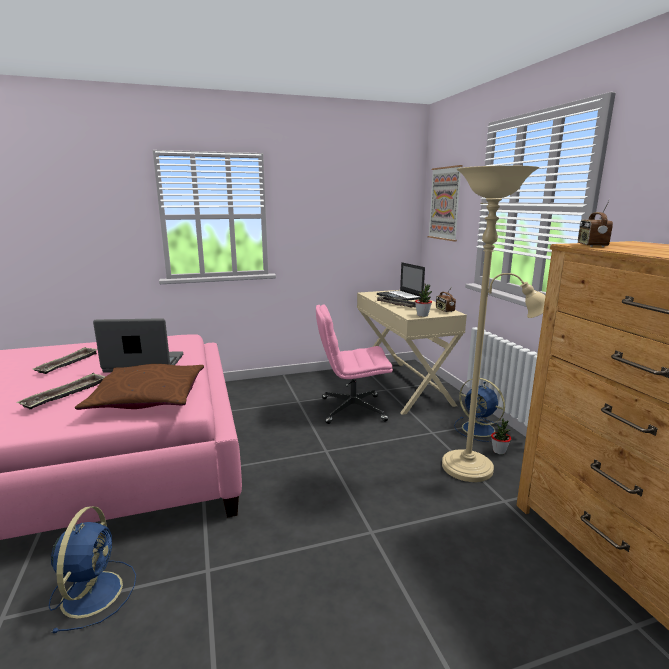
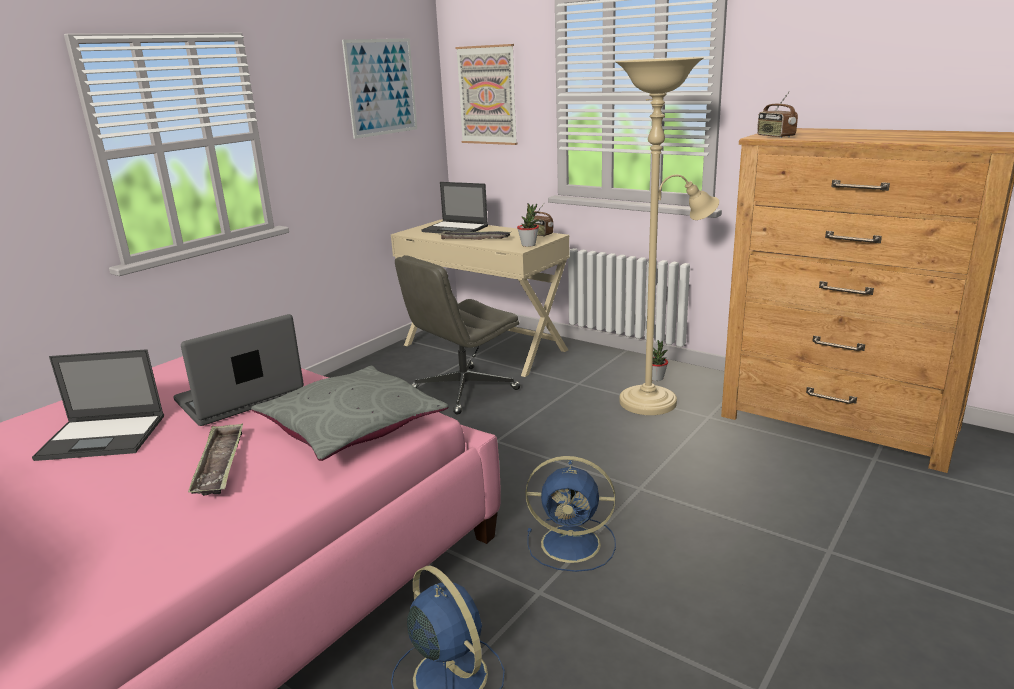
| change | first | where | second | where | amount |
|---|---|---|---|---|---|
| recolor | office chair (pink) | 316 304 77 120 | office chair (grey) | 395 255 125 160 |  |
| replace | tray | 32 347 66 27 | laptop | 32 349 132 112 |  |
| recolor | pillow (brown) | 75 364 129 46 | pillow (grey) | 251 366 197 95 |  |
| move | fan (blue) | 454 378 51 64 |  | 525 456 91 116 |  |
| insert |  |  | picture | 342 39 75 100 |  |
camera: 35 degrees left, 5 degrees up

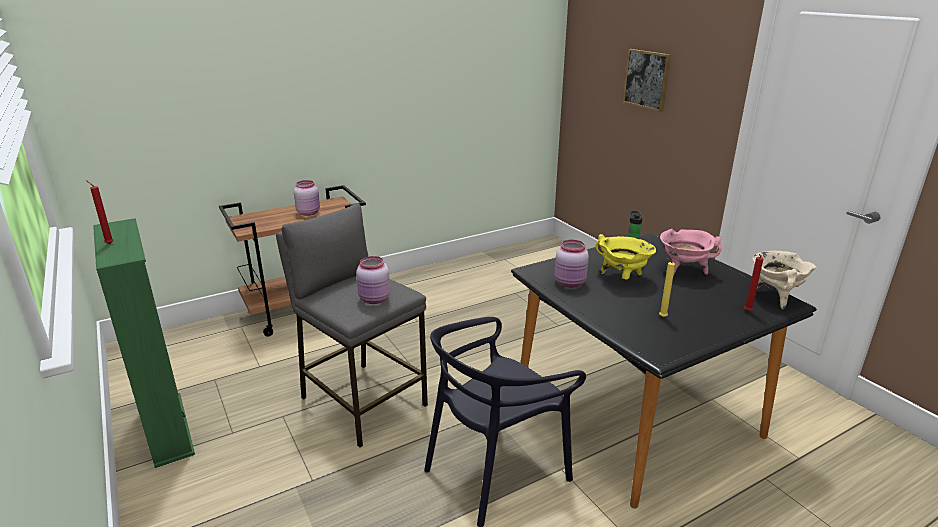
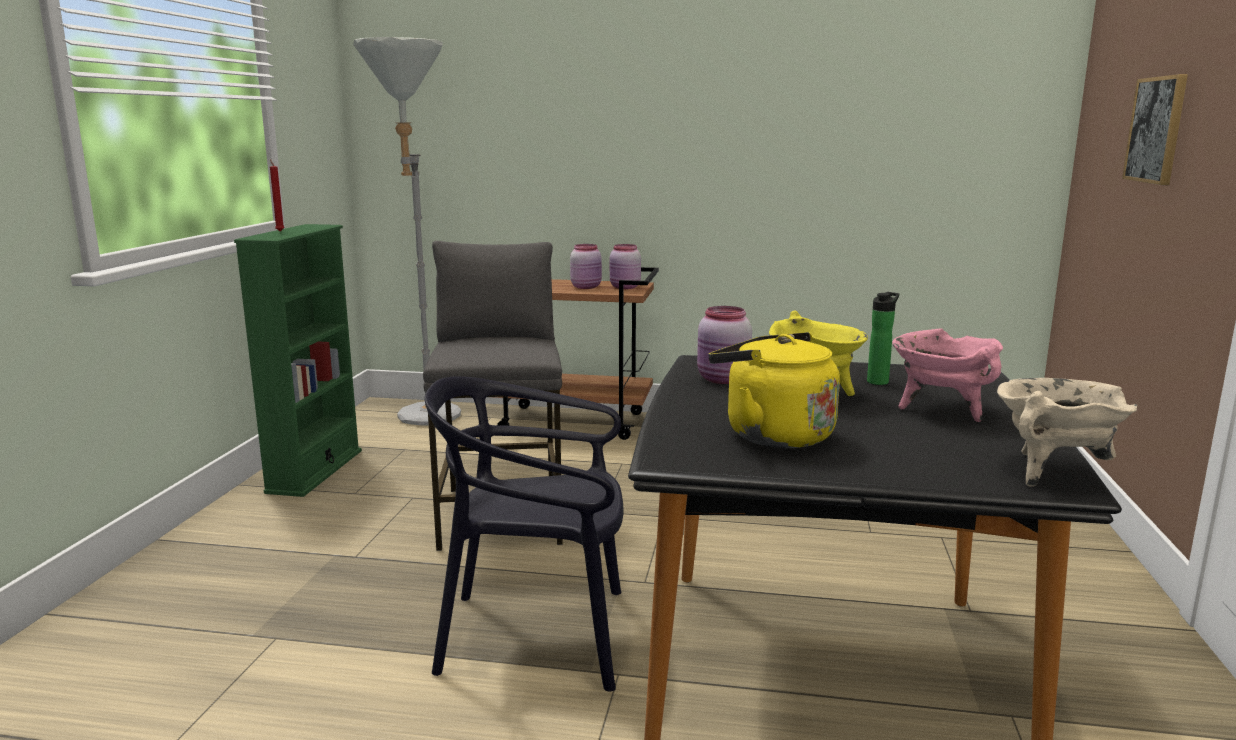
| change | first | where | second | where | amount |
|---|---|---|---|---|---|
| delete | candle (red) | 744 254 19 57 |  |  |  |
| move | jar (pink) | 356 256 34 48 |  | 610 244 31 45 |  |
| replace | candle (yellow) | 659 257 16 60 | kettle (yellow) | 709 332 131 116 |  |
| insert |  |  | floor lamp (grey) | 353 37 108 389 |  |
camera: 40 degrees right, 10 degrees down

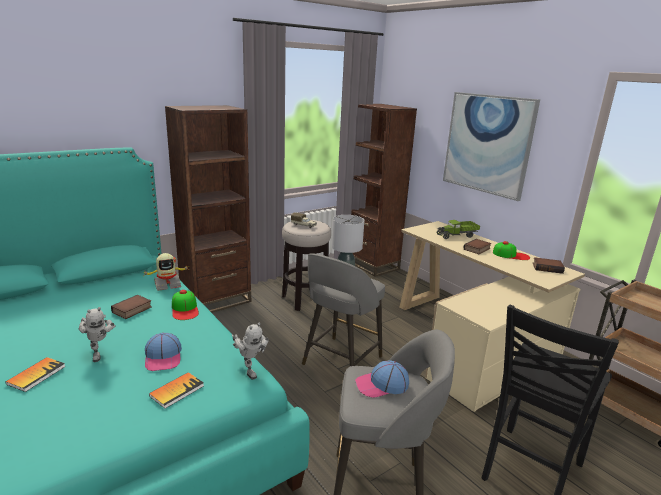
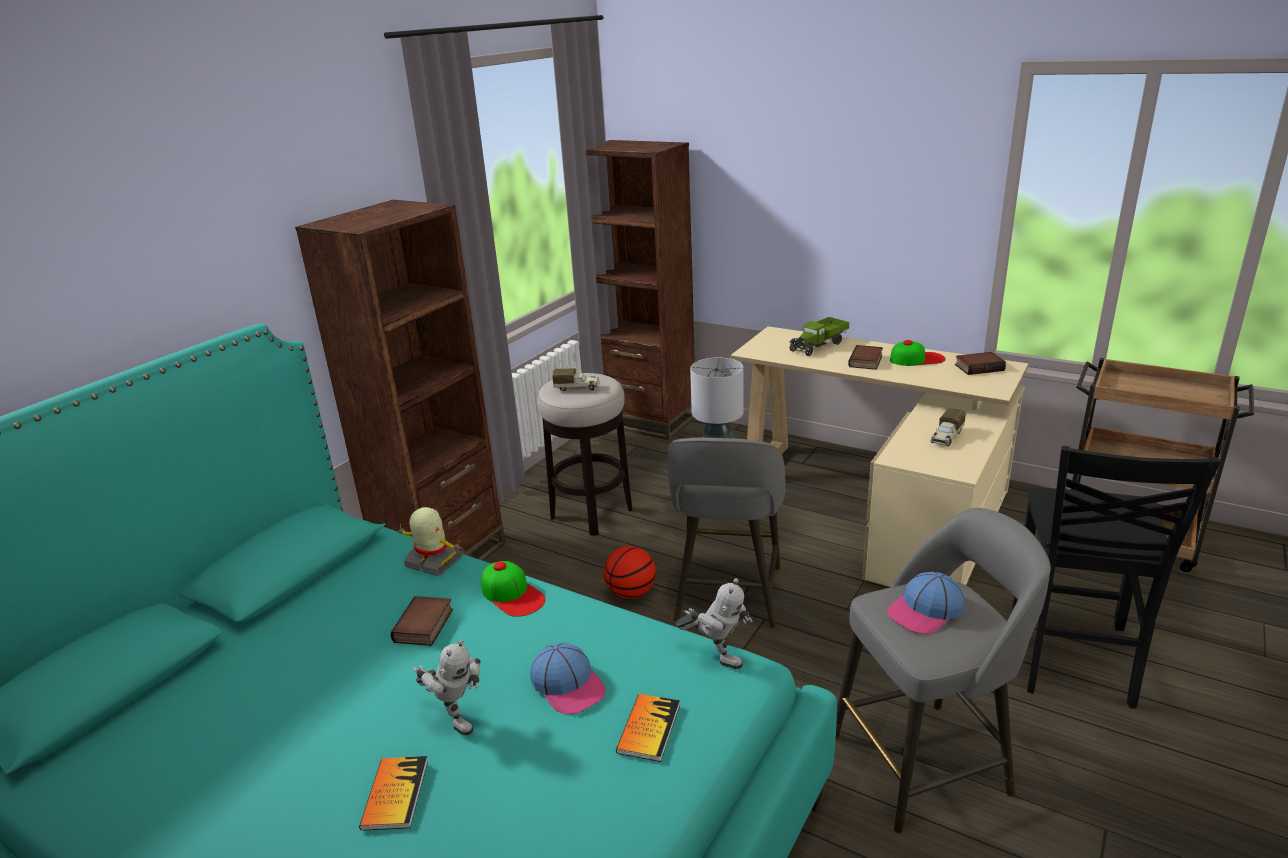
| change | first | where | second | where | amount |
|---|---|---|---|---|---|
| delete | picture | 443 92 97 109 |  |  |  |
| rotate | toy robot | 142 253 46 38 |  | 396 507 69 69 | 105 degrees counterclockwise |
| insert |  |  | toy truck | 930 408 36 38 |  |
| insert |  |  | basketball | 604 546 52 53 |  |
camera: 20 degrees left, 5 degrees up

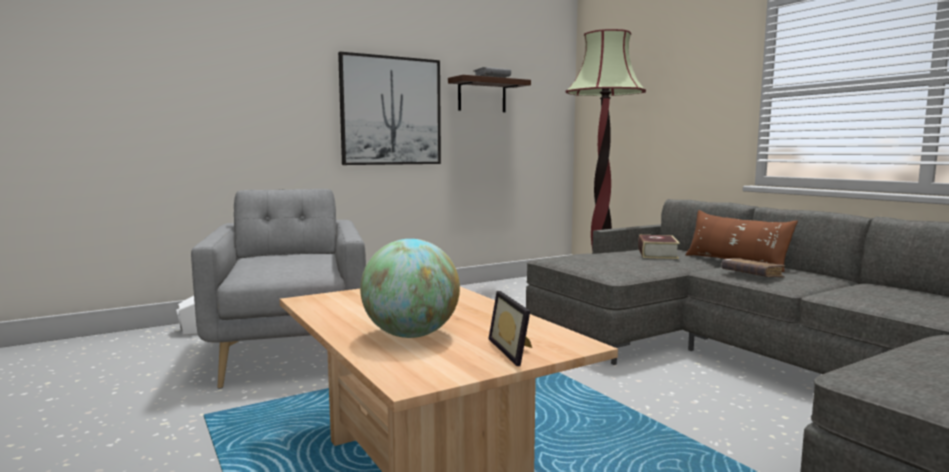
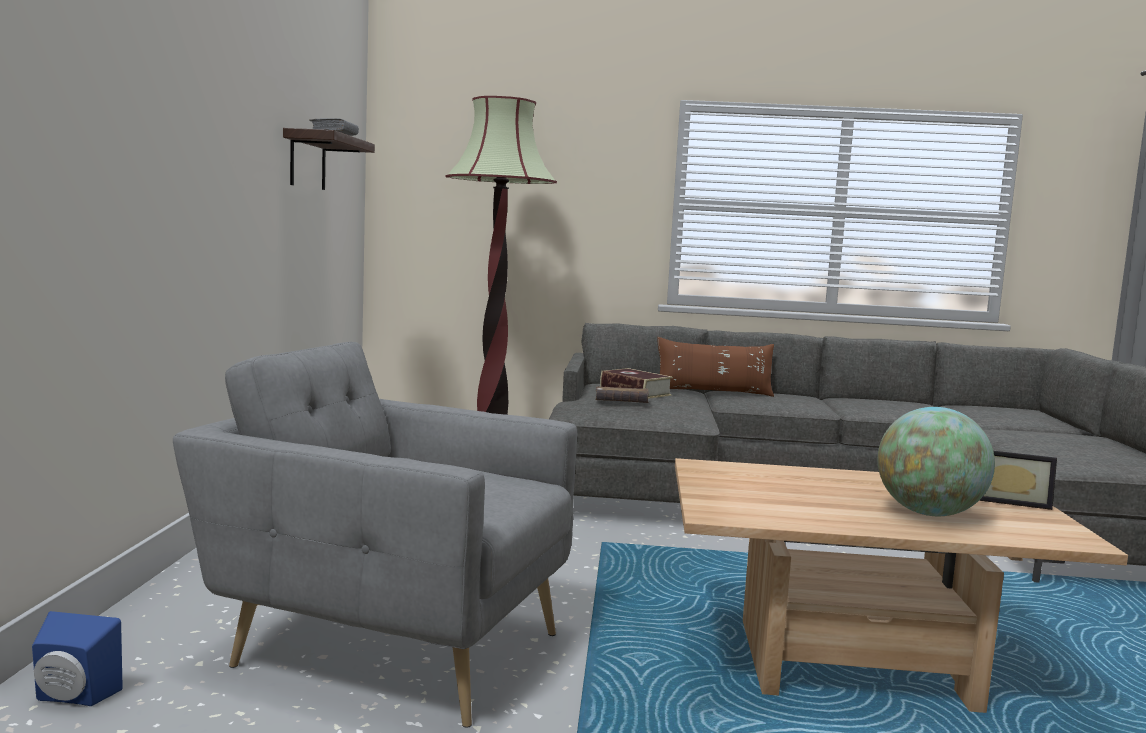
| change | first | where | second | where | amount |
|---|---|---|---|---|---|
| delete | picture | 338 52 103 113 |  |  |  |
| move | book (brown) | 721 258 65 19 |  | 596 386 53 17 |  |
| recolor | speaker (white) | 176 296 22 39 | speaker (blue) | 32 611 91 95 |  |
camera: 55 degrees left, 0 degrees up

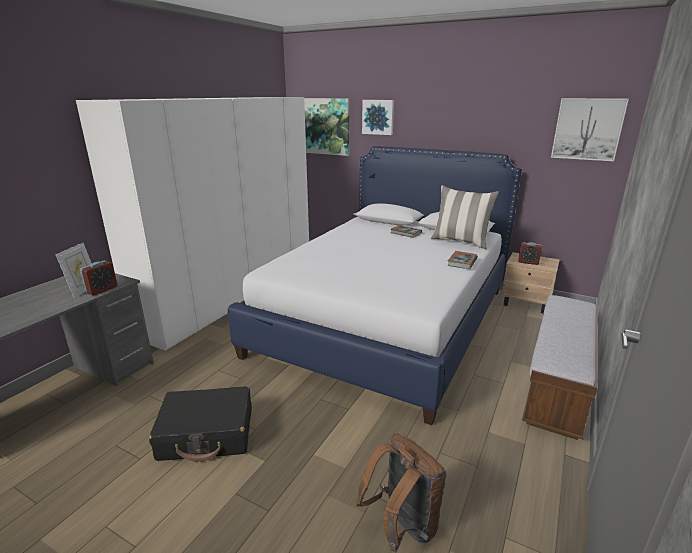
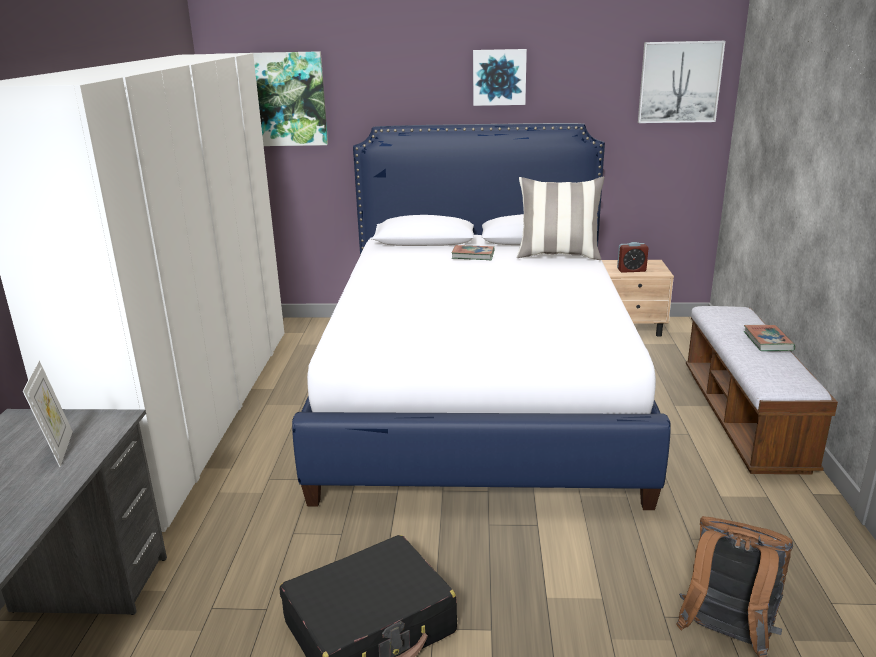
| change | first | where | second | where | amount |
|---|---|---|---|---|---|
| move | picture | 362 100 32 35 |  | 473 49 54 57 |  |
| move | book | 448 251 30 18 |  | 744 325 51 26 |  |
| delete | alarm clock | 79 261 38 34 |  |  |  |
camera: 25 degrees left, 0 degrees up

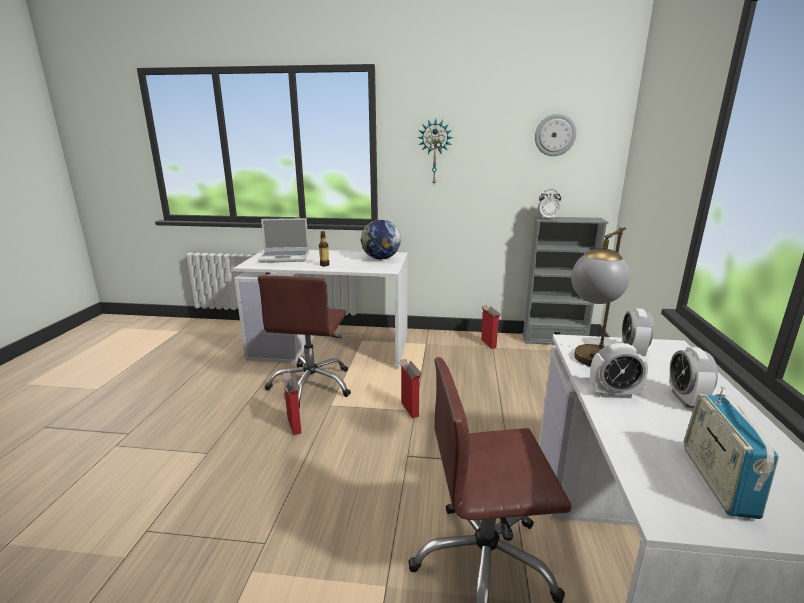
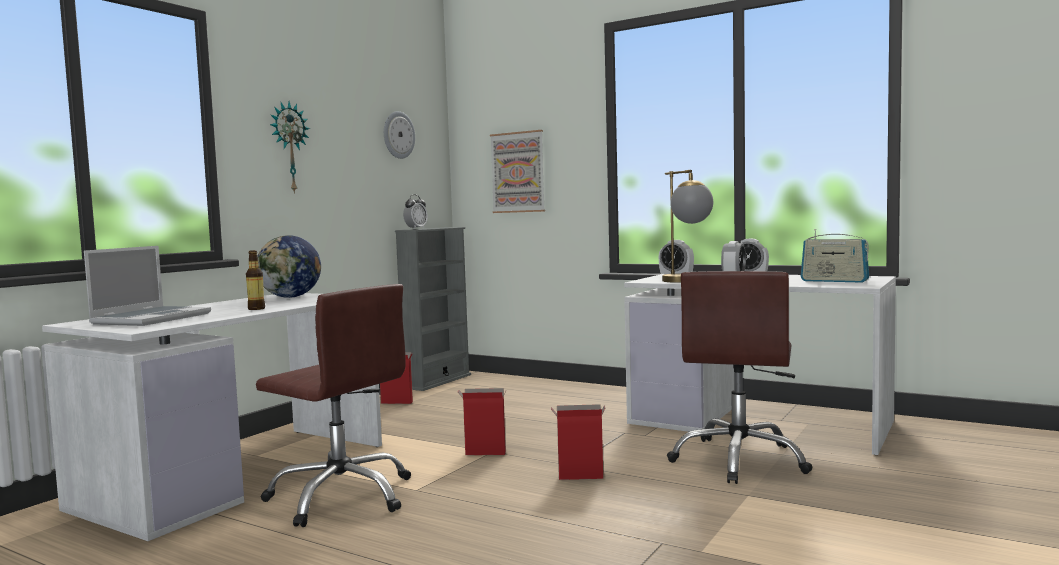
| change | first | where | second | where | amount |
|---|---|---|---|---|---|
| move | cardboard box | 280 372 21 63 |  | 551 404 54 76 |  |
| insert |  |  | picture | 490 130 55 83 |  |
camera: 65 degrees left, 15 degrees down

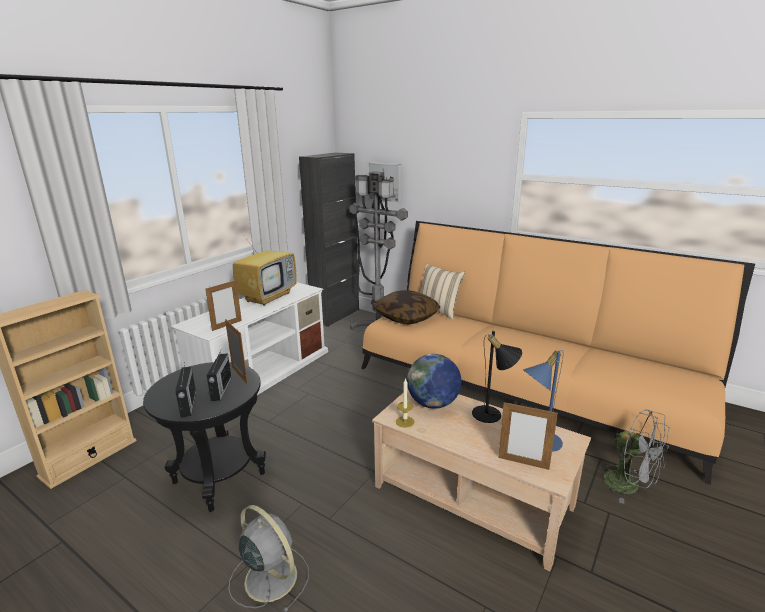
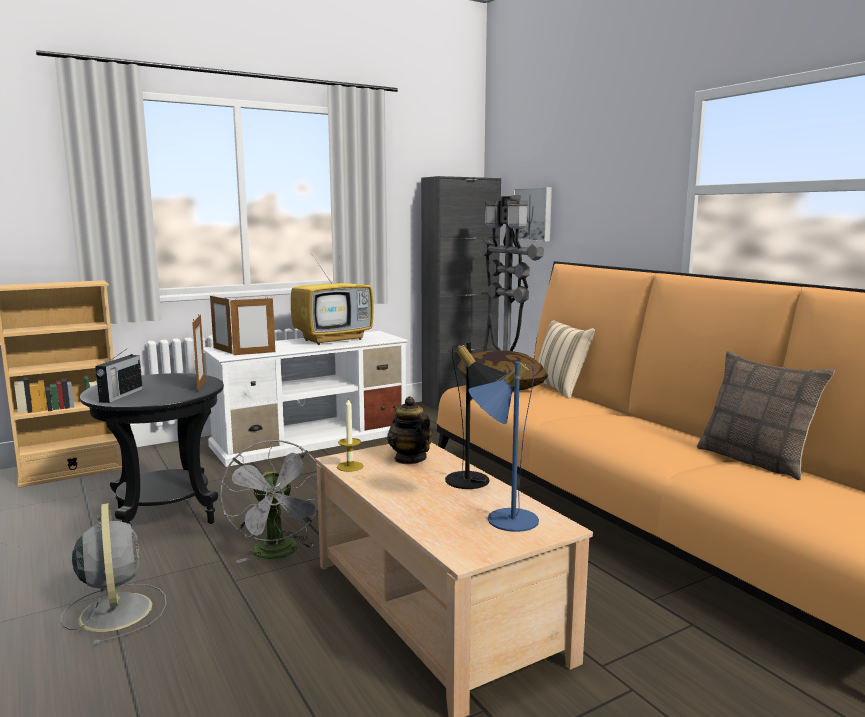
| change | first | where | second | where | amount |
|---|---|---|---|---|---|
| delete | radio | 207 353 25 48 |  |  |  |
| replace | globe | 407 354 54 55 | teapot | 387 396 46 68 |  |
| move | picture frame | 498 402 60 68 |  | 210 296 23 58 |  |
| move | fan (grey) | 599 409 71 95 |  | 220 440 98 123 |  |
| insert |  |  | pillow | 697 351 138 129 |  |
camera: 25 degrees right, 10 degrees down

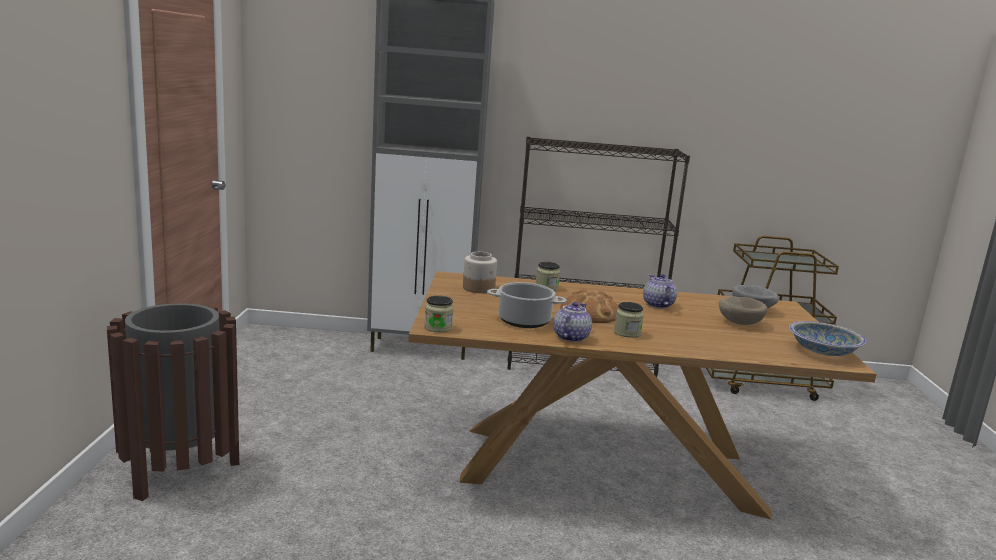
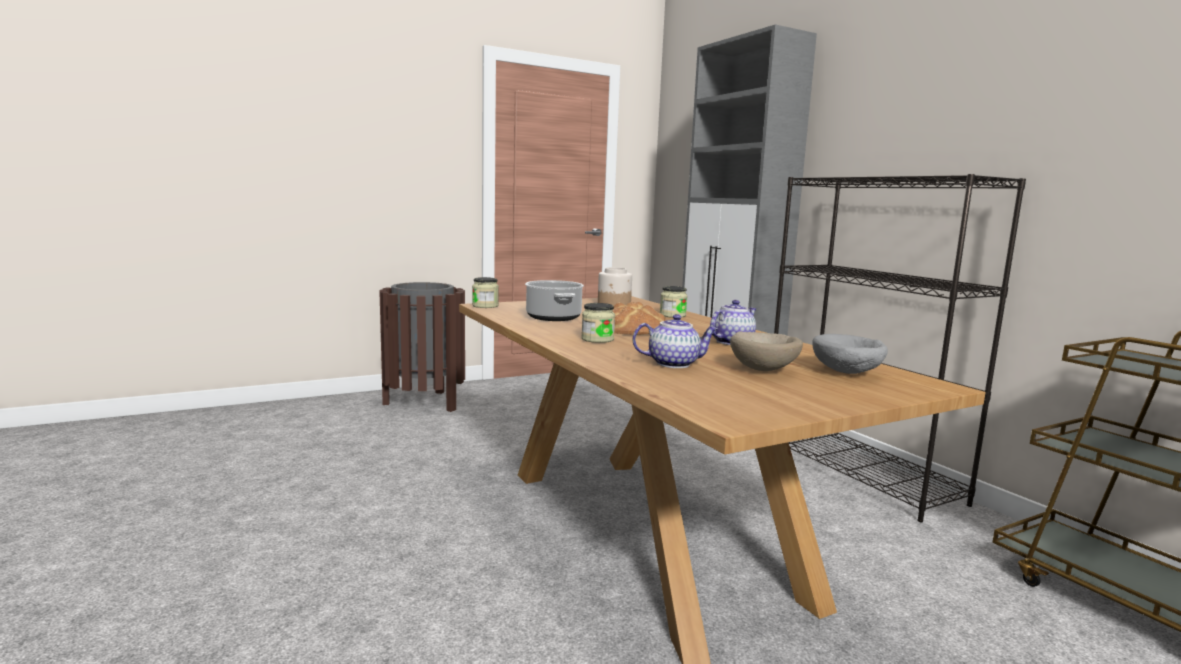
| change | first | where | second | where | amount |
|---|---|---|---|---|---|
| move | teapot | 553 302 39 40 |  | 633 314 85 54 |  |
| delete | bowl | 789 321 77 35 |  |  |  |
camera: 60 degrees right, 5 degrees down

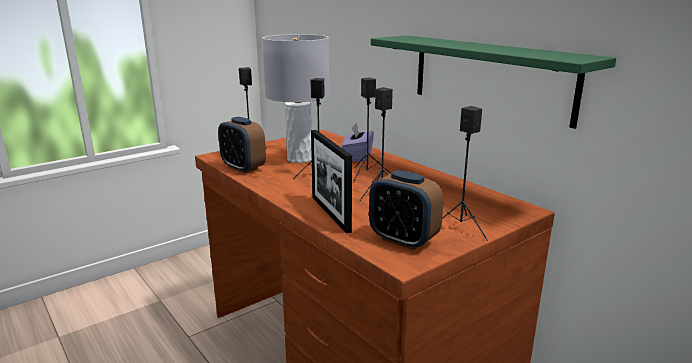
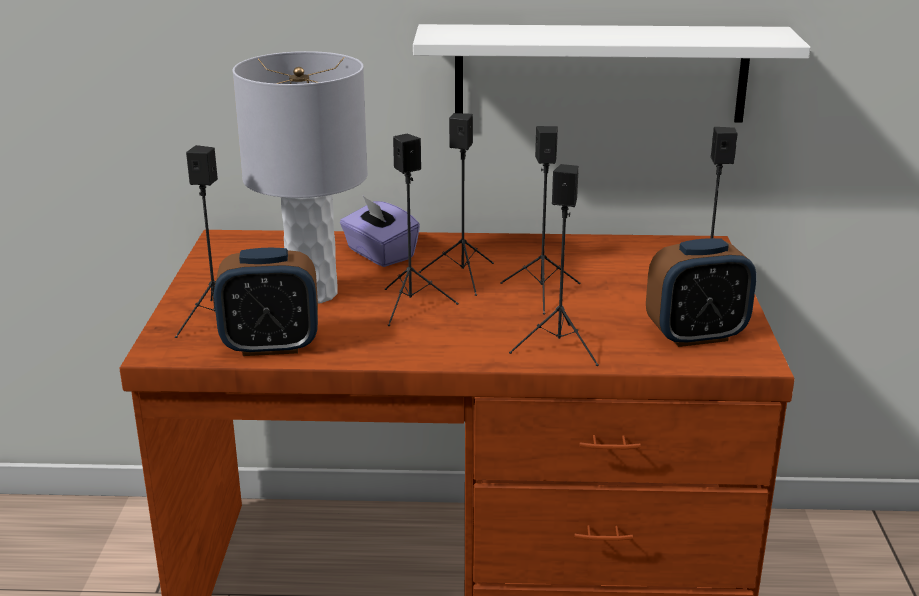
| change | first | where | second | where | amount |
|---|---|---|---|---|---|
| recolor | shelf (green) | 371 35 245 94 | shelf (white) | 413 24 398 99 |  |
| replace | picture frame | 311 130 41 104 | speaker (black) | 509 164 90 202 |  |
camera: 50 degrees left, 5 degrees up

